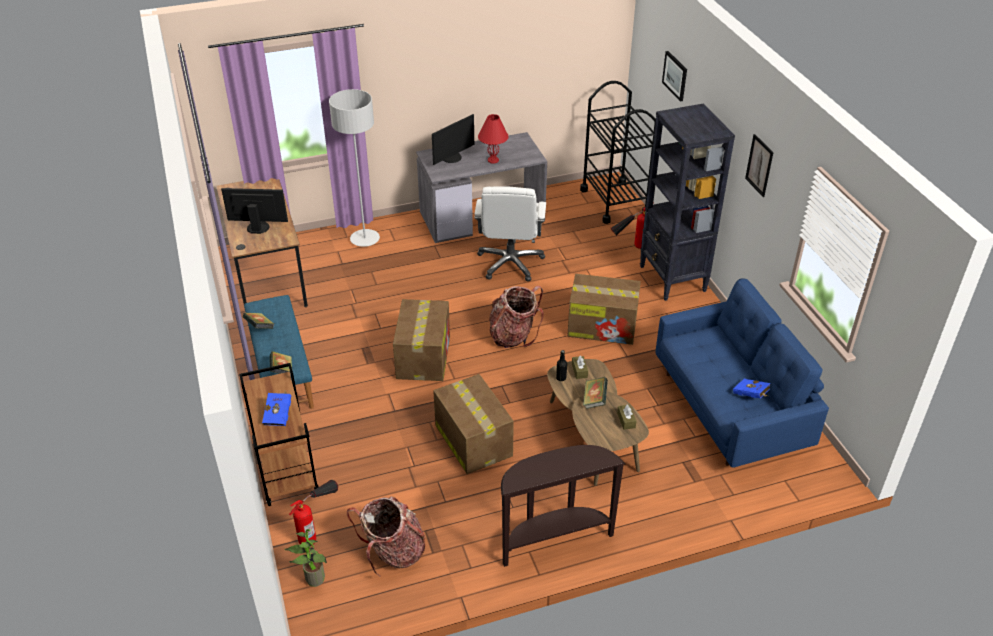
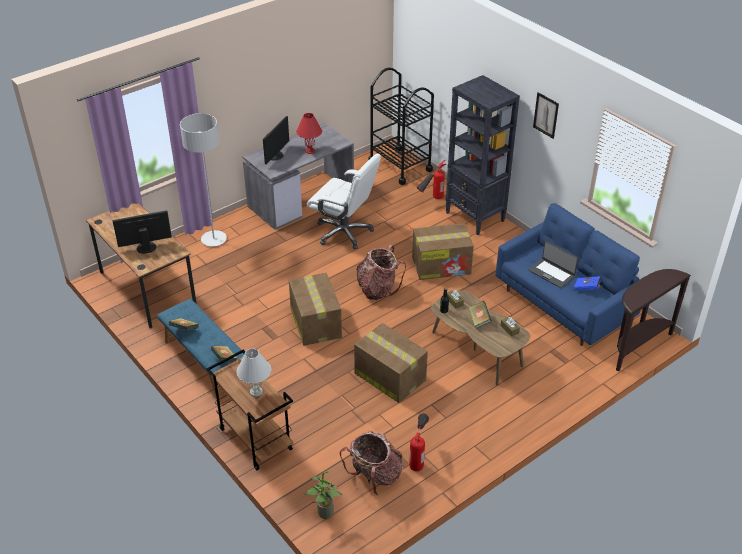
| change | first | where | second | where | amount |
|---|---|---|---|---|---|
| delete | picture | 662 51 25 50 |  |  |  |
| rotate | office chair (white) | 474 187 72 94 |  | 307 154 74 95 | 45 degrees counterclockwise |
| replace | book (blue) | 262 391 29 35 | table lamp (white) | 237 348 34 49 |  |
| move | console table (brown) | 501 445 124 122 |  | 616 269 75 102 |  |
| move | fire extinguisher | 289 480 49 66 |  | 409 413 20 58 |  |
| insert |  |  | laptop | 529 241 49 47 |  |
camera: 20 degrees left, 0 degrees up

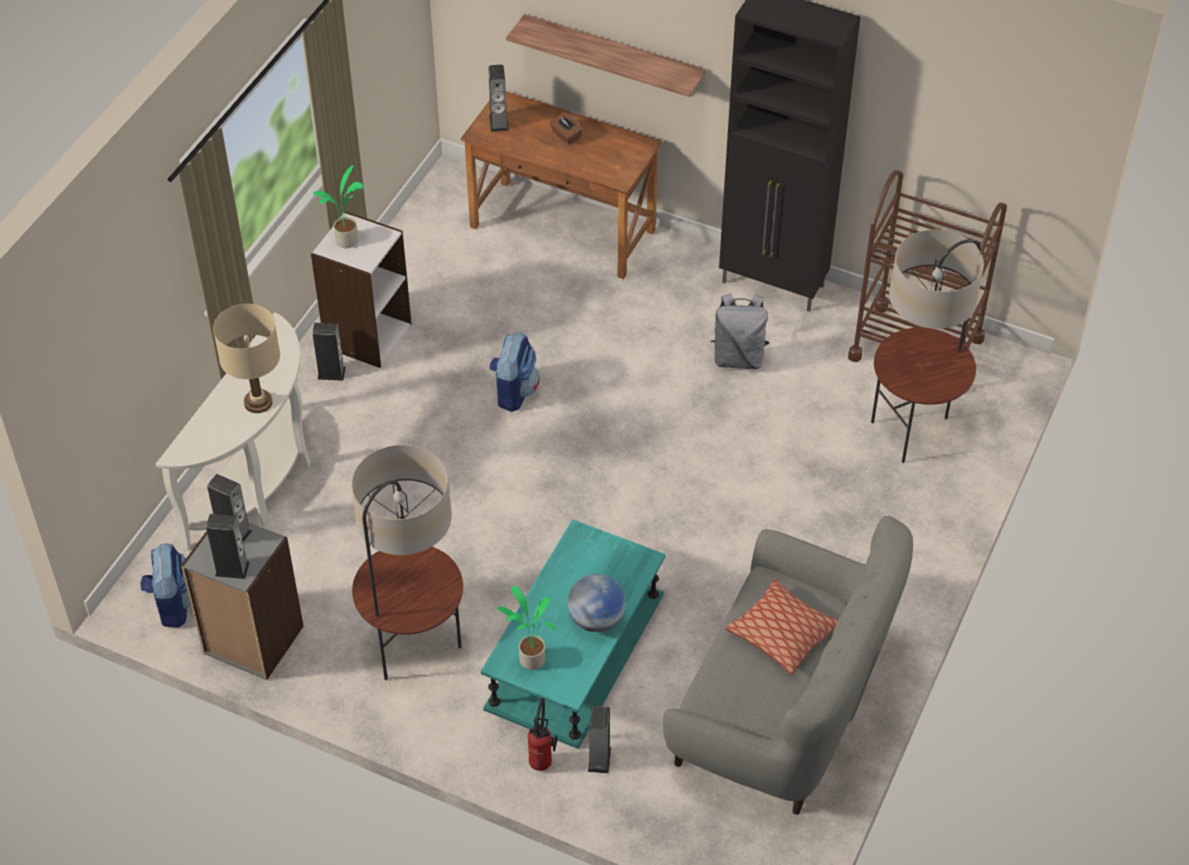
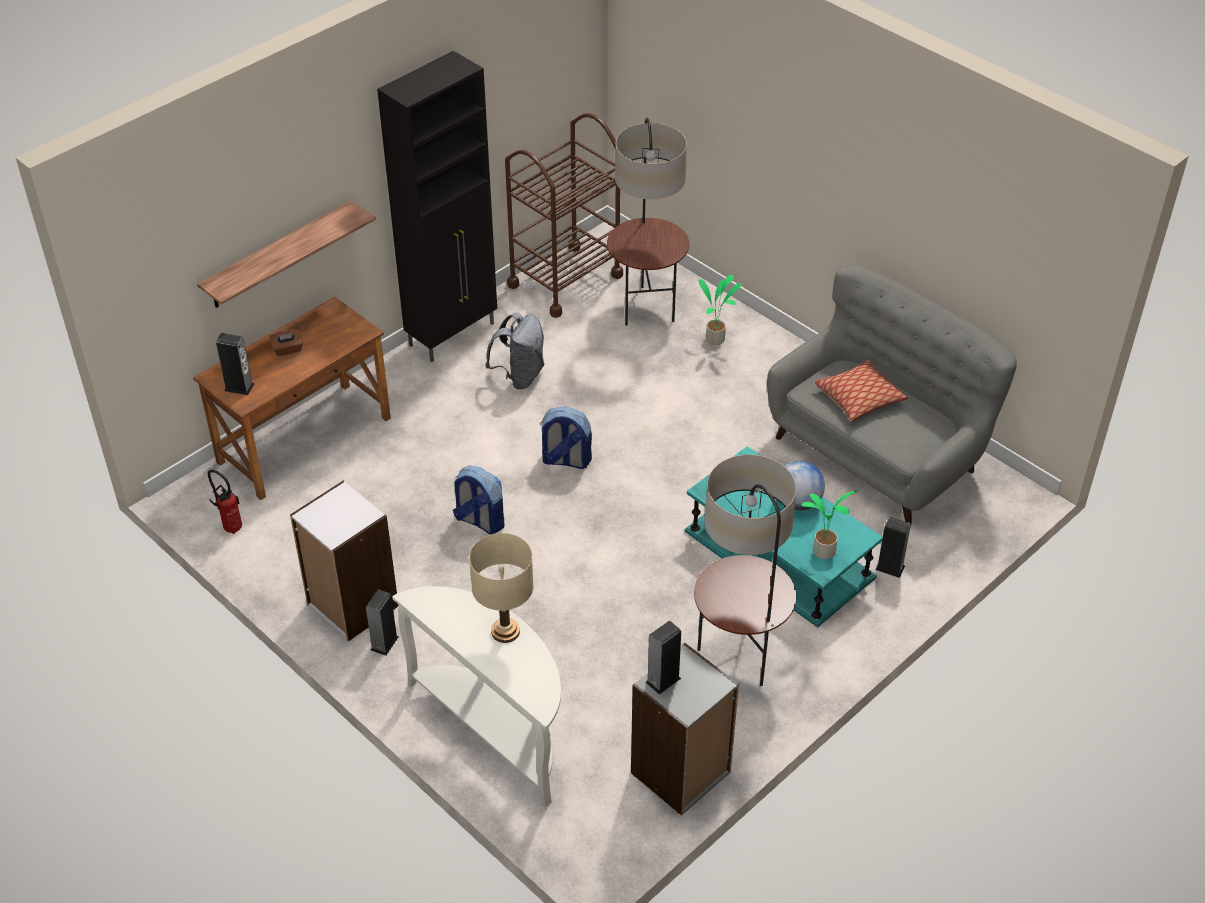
| change | first | where | second | where | amount |
|---|---|---|---|---|---|
| move | potted plant | 313 165 51 83 |  | 698 275 44 70 |  |
| delete | speaker | 206 514 44 65 |  |  |  |
| move | backpack | 140 543 51 85 |  | 539 407 53 62 |  |
| move | fire extinguisher | 528 698 29 73 |  | 208 470 34 64 |  |
camera: 70 degrees left, 5 degrees down

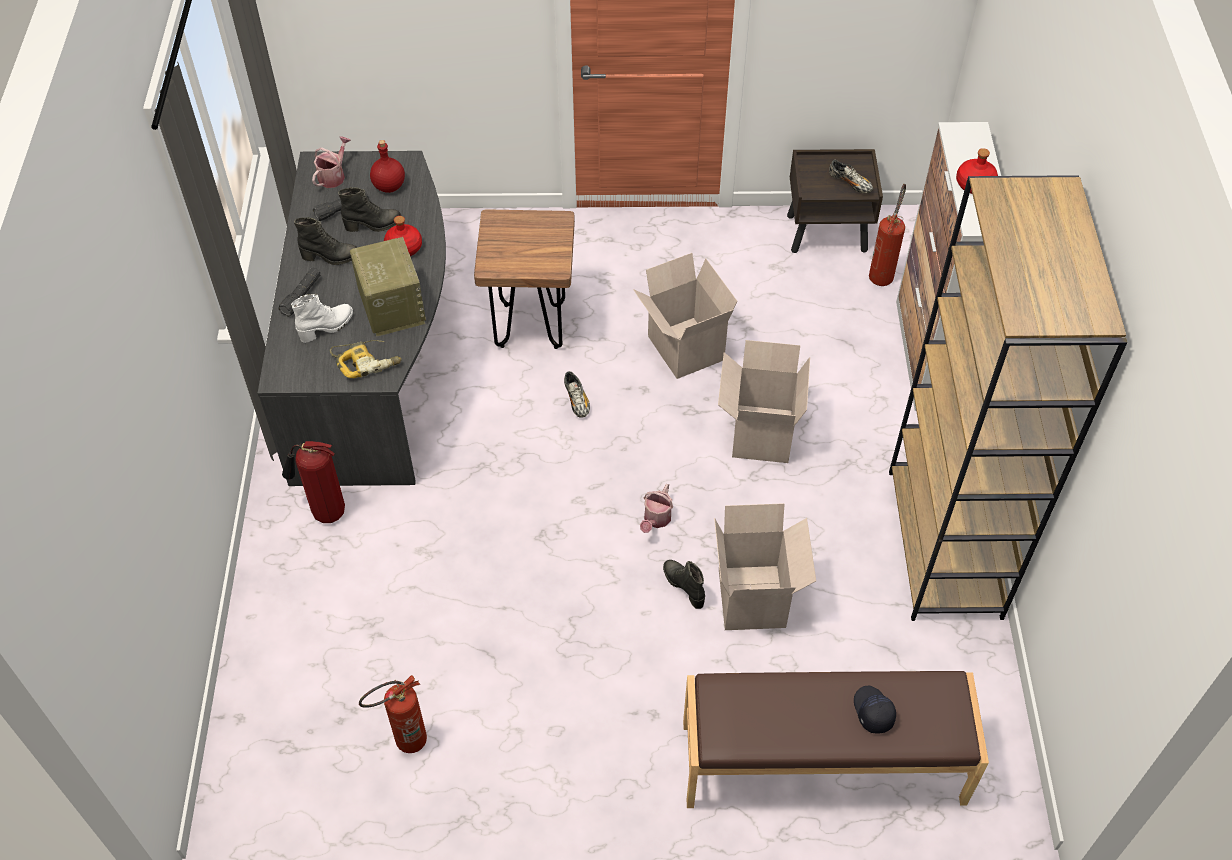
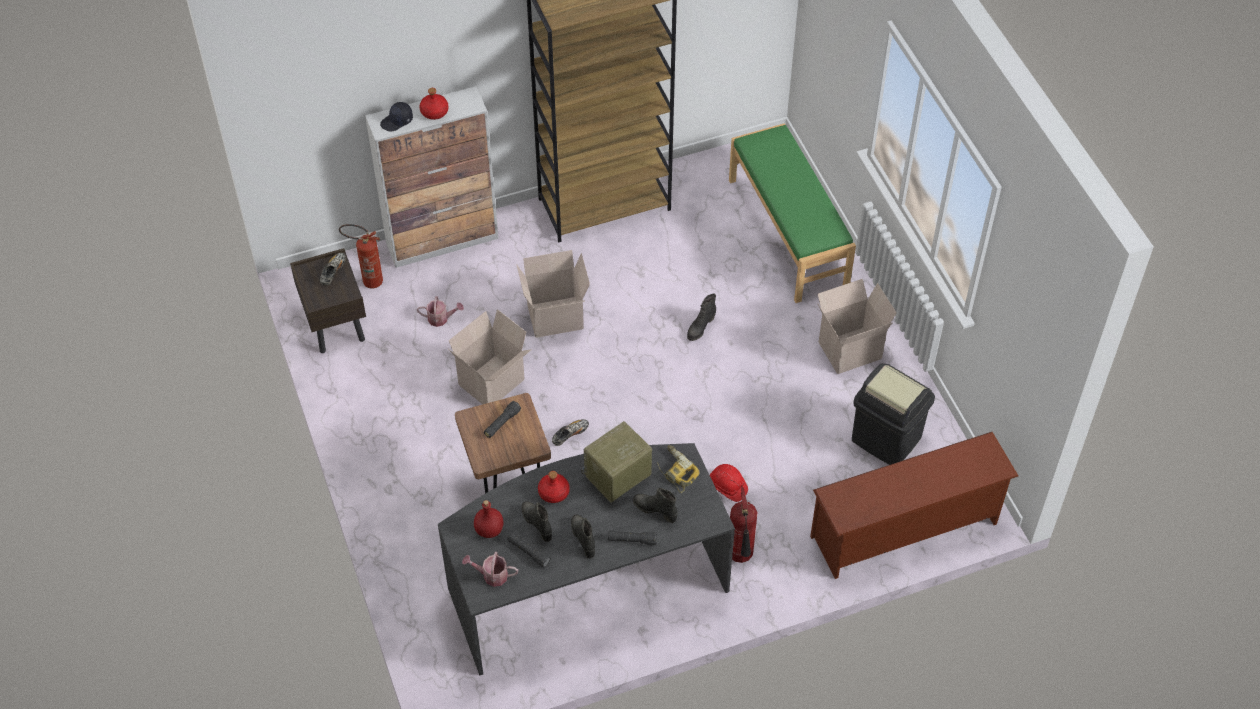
| change | first | where | second | where | amount |
|---|---|---|---|---|---|
| recolor | boot (white) | 291 294 62 49 | boot (black) | 633 488 45 35 |  |
| move | watering can | 640 484 33 49 |  | 417 296 47 31 |  |
| move | cardboard box | 714 503 102 127 |  | 817 279 80 95 |  |
| recolor | bench (brown) | 683 671 306 137 | bench (green) | 729 123 127 180 |  |
| replace | fire extinguisher | 359 675 68 78 | trash can (black) | 852 364 83 101 |  |
| move | cap (black) | 854 686 42 48 |  | 380 102 33 30 |  |
| insert |  |  | flashlight (black) | 484 401 37 37 |  |
| insert |  |  | shoe rack (brown) | 810 432 208 147 |  |
| insert |  |  | hard hat (red) | 710 464 38 38 |  |
camera: 110 degrees left, 0 degrees up

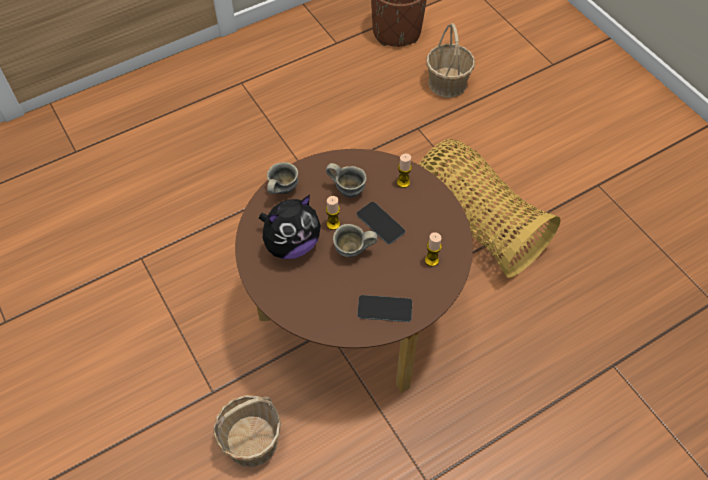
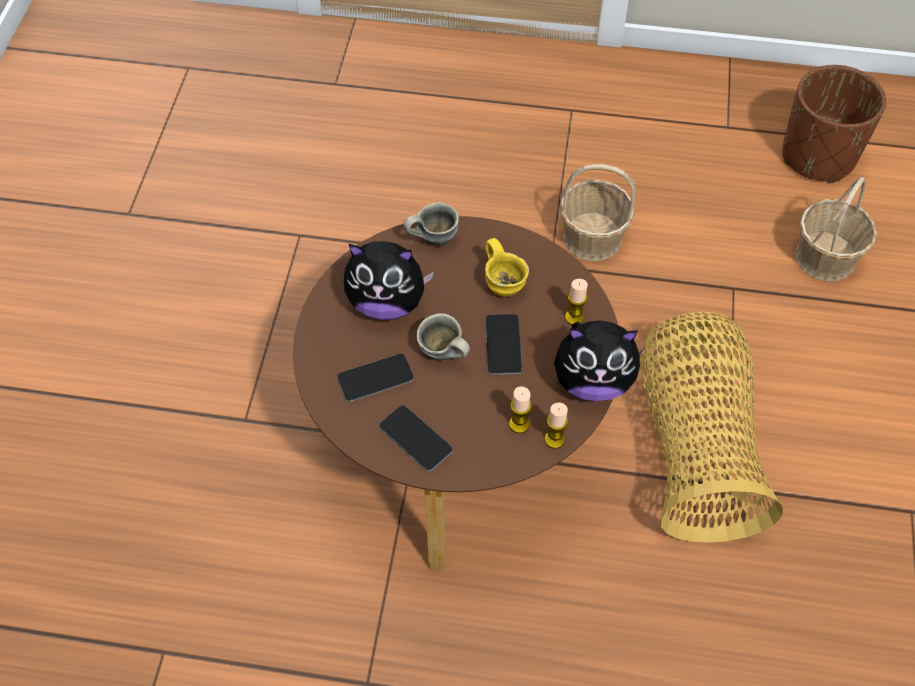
| change | first | where | second | where | amount |
|---|---|---|---|---|---|
| recolor | mug (grey) | 326 163 41 35 | mug (yellow) | 485 238 44 59 |  |
| move | candle | 326 196 14 34 |  | 544 403 24 46 |  |
| move | basket | 213 395 68 72 |  | 560 164 76 97 |  |
| insert |  |  | plush toy | 554 320 91 81 |  |
| insert |  |  | phone | 337 354 77 48 |  |
camera: 40 degrees right, 0 degrees up

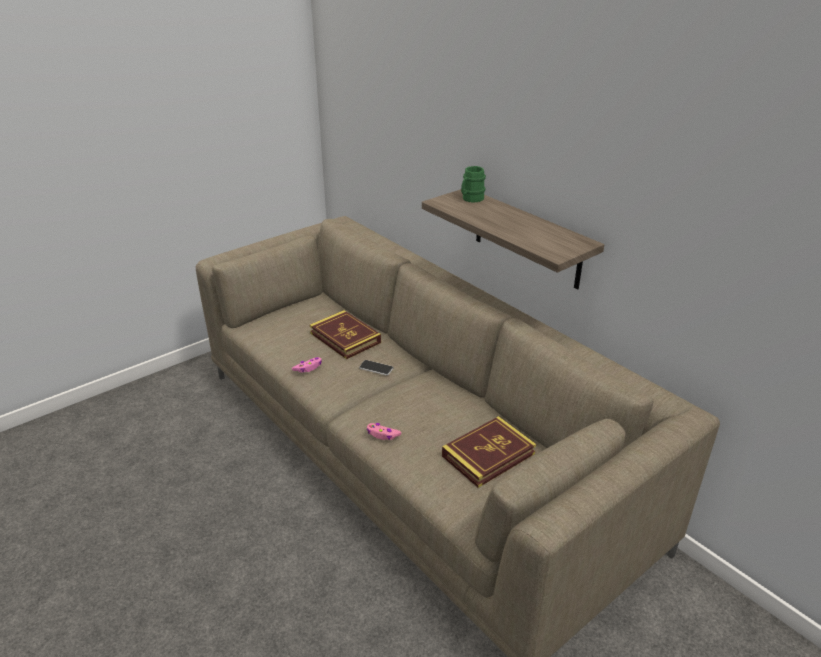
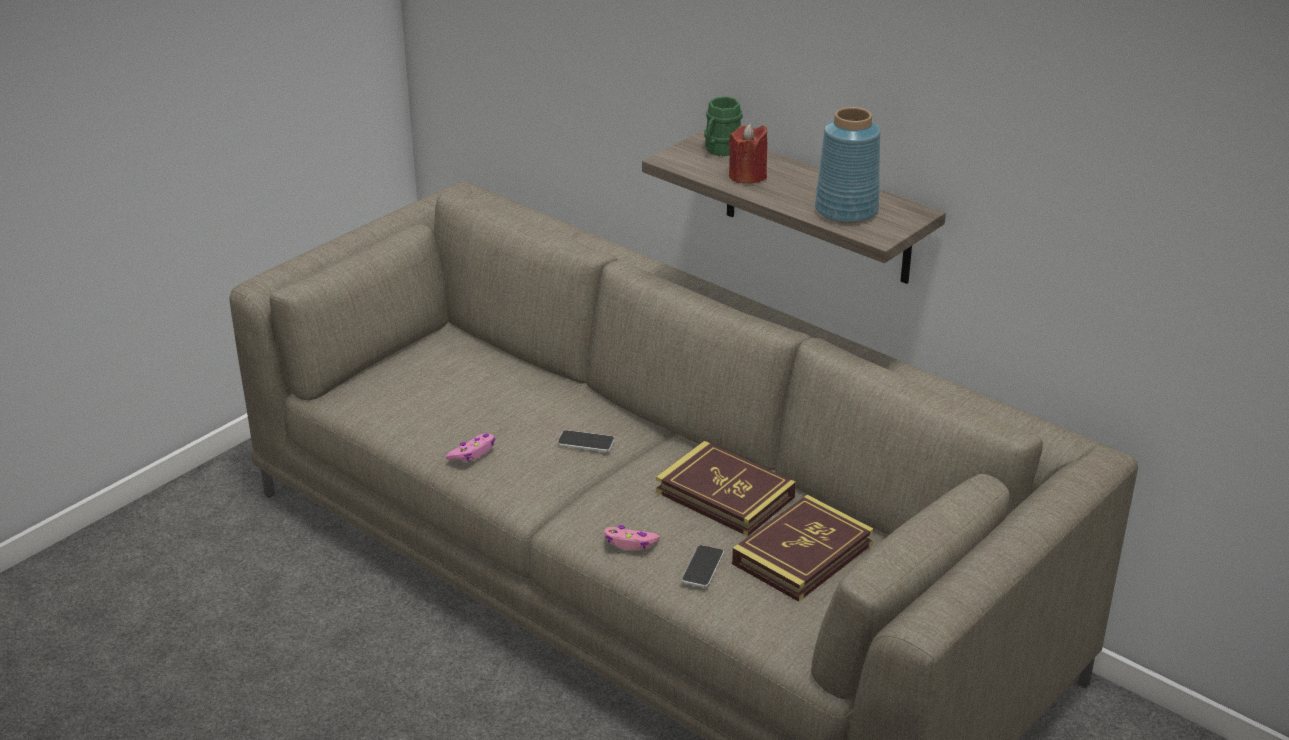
| change | first | where | second | where | amount |
|---|---|---|---|---|---|
| move | book | 310 310 71 49 |  | 656 441 140 95 |  |
| insert |  |  | vase (blue) | 815 107 66 116 |  |
| insert |  |  | candle (red) | 729 123 38 61 |  |
| insert |  |  | phone | 681 545 43 42 |  |
camera: 10 degrees left, 0 degrees up

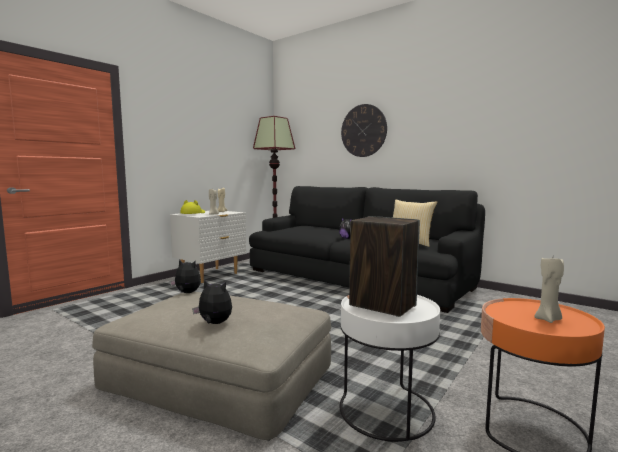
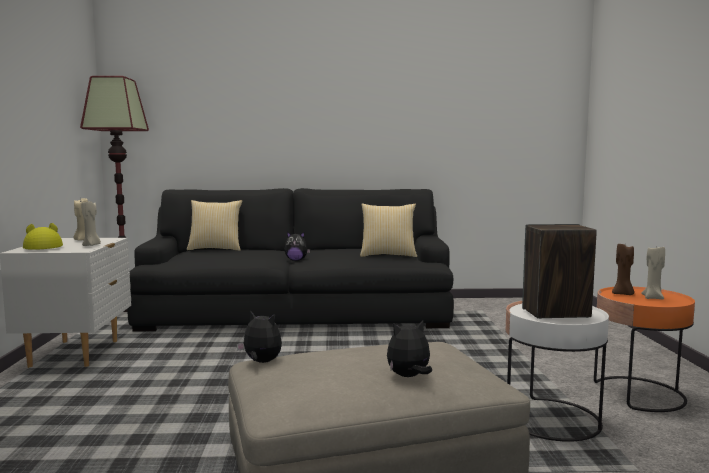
| change | first | where | second | where | amount |
|---|---|---|---|---|---|
| delete | wall clock | 341 104 46 53 |  |  |  |
| rotate | plush toy | 170 259 31 34 |  | 236 310 46 53 | 45 degrees clockwise |
| insert |  |  | pillow | 187 200 55 51 |  |
| insert |  |  | candle (brown) | 612 244 22 51 |  |
camera: 40 degrees left, 0 degrees up

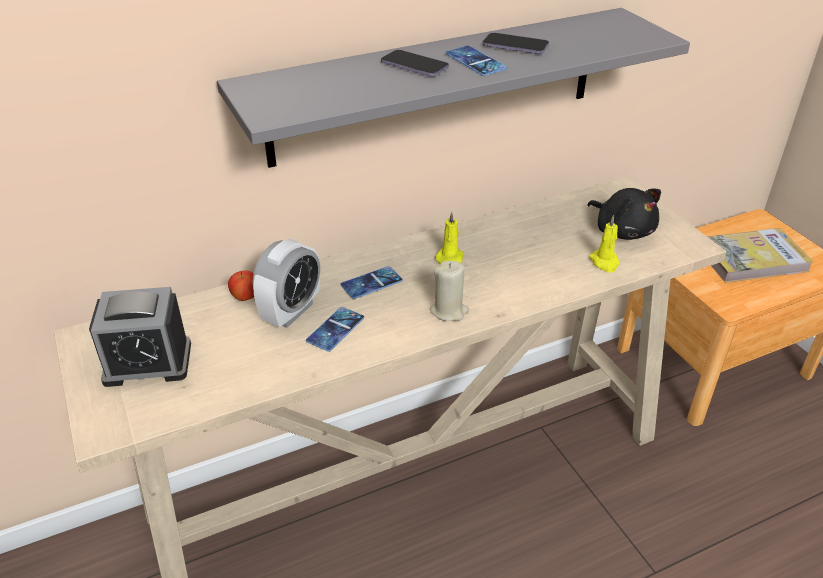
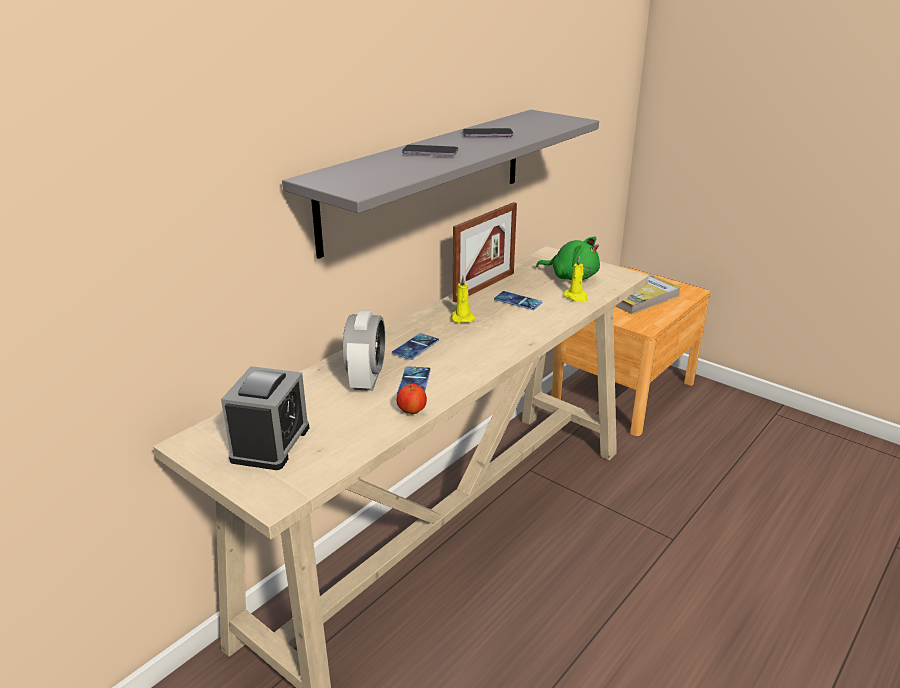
| change | first | where | second | where | amount |
|---|---|---|---|---|---|
| move | phone | 445 46 62 30 |  | 494 291 49 19 |  |
| recolor | plush toy (black) | 588 188 73 52 | plush toy (green) | 536 237 64 43 |  |
| delete | candle (beige) | 430 261 39 60 |  |  |  |
| move | apple | 228 270 26 31 |  | 397 384 30 30 |  |
| rotate | alarm clock | 89 287 102 100 |  | 221 366 88 104 | 45 degrees counterclockwise |
| insert |  |  | picture frame | 453 202 64 101 |  |
camera: 25 degrees left, 10 degrees down

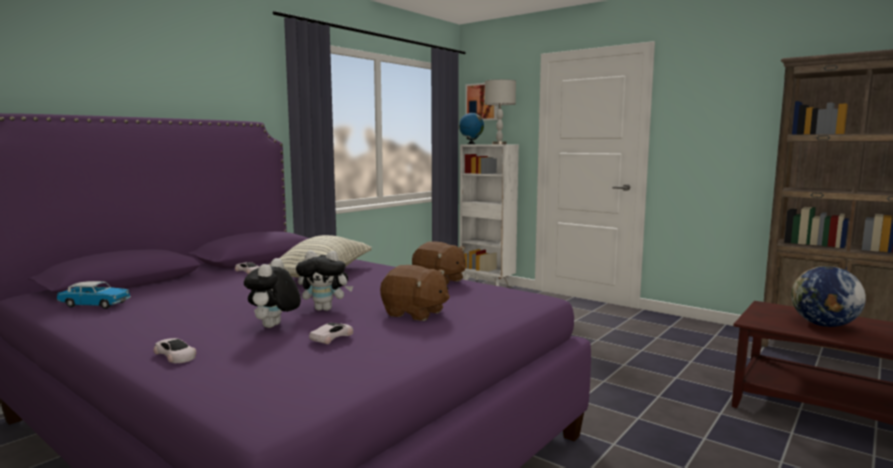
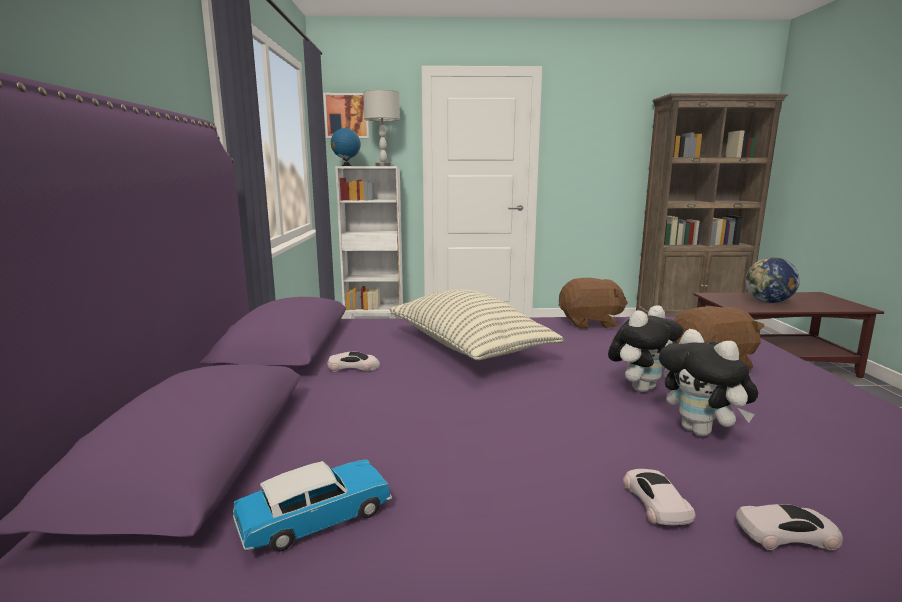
| change | first | where | second | where | amount |
|---|---|---|---|---|---|
| move | toy car (white) | 309 323 44 21 |  | 623 469 72 56 |  |
camera: 40 degrees left, 5 degrees up

